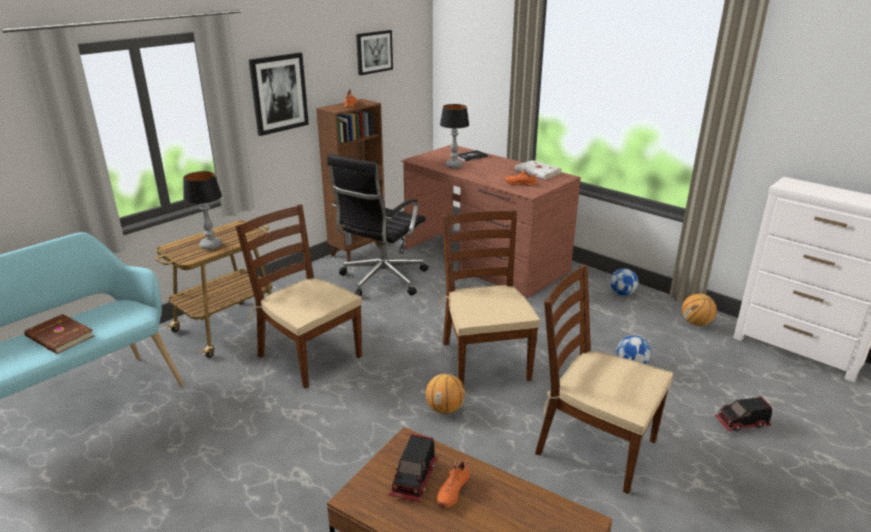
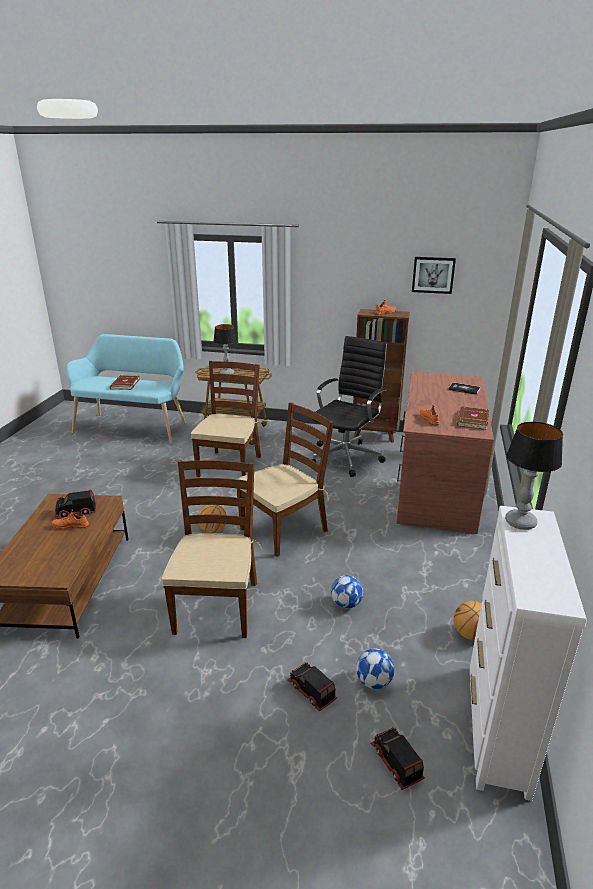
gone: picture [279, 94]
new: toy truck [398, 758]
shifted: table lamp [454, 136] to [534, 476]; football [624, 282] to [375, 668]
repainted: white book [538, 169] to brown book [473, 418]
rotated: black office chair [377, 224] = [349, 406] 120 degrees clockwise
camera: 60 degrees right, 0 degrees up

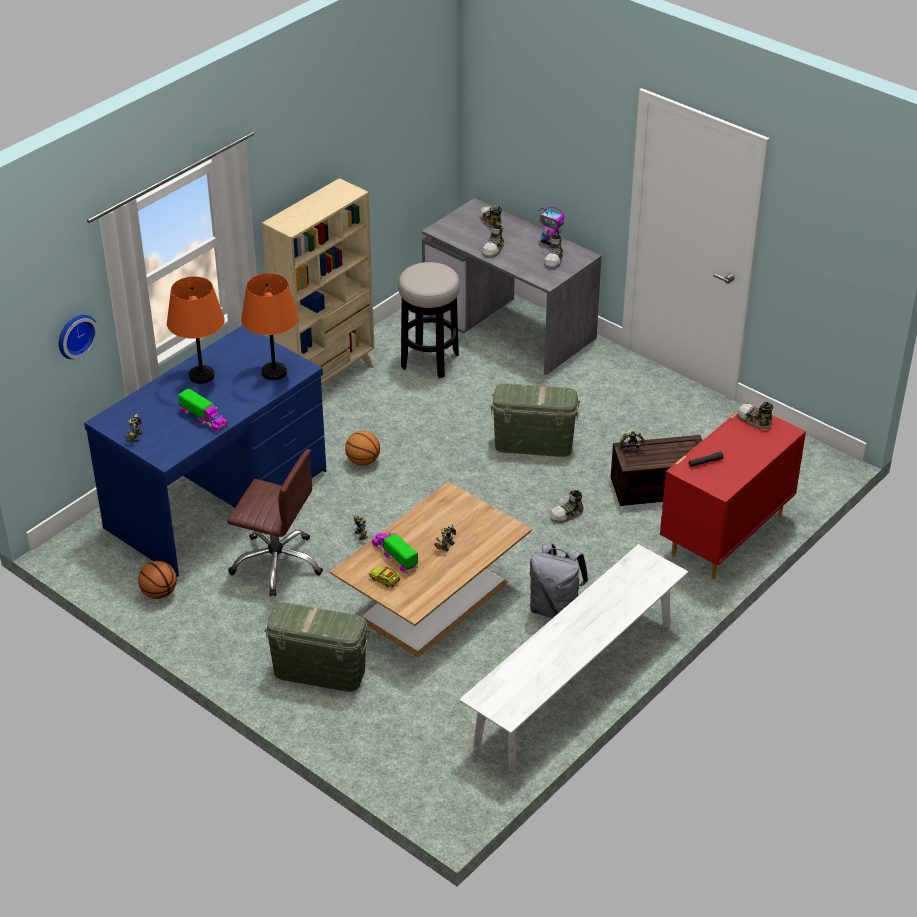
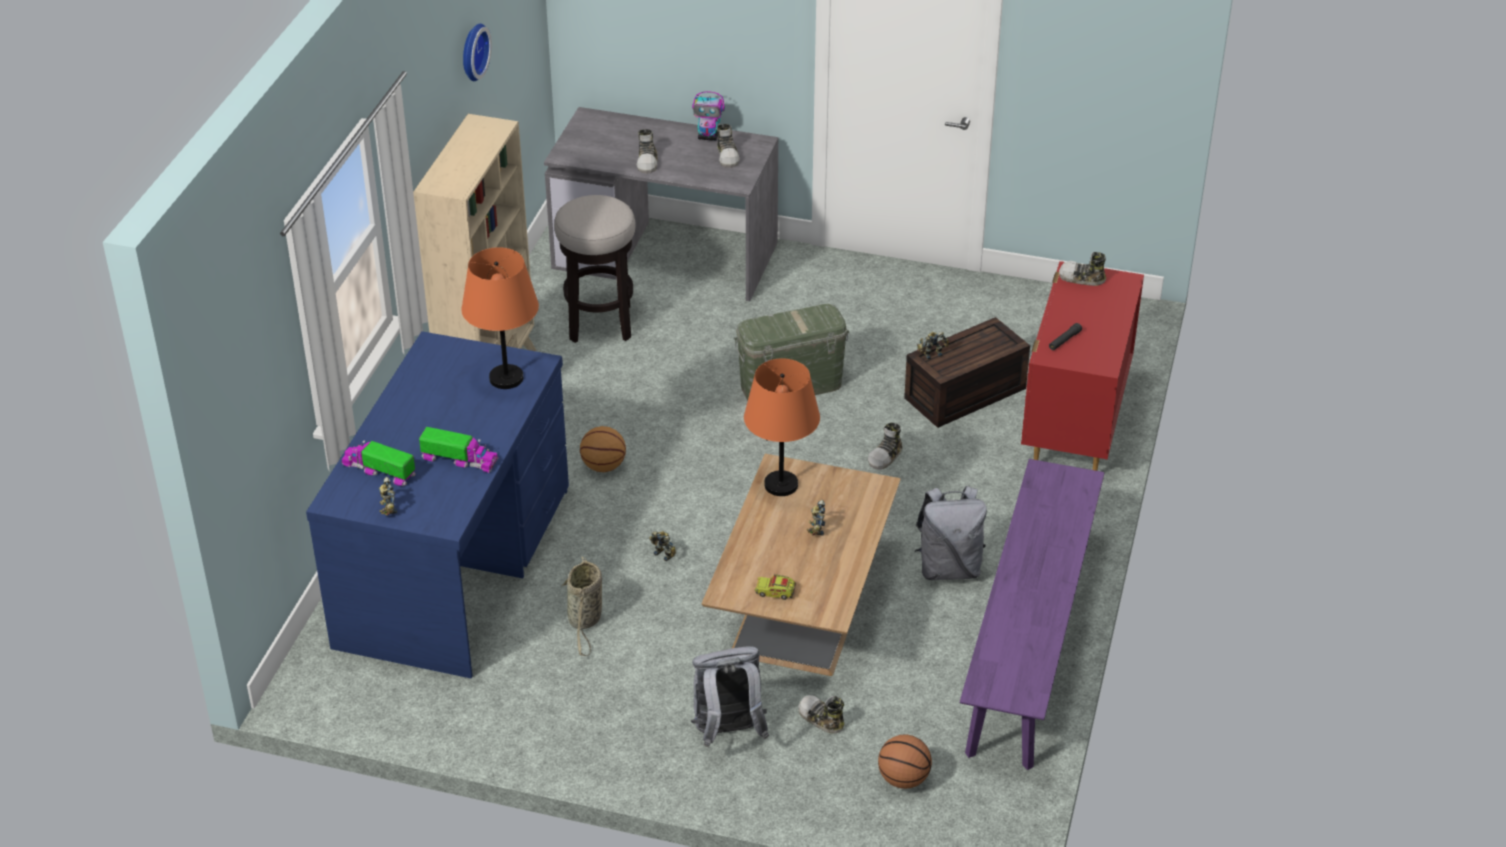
shifted: shoe [491, 216] to [821, 714]; orange table lamp [196, 330] to [782, 427]; wall clock [78, 336] to [477, 52]; toy truck [395, 552] to [379, 463]; basketball [157, 580] to [905, 761]
swapped: brown office chair [275, 522] to basket [581, 606]; green storage box [317, 647] to grey backpack [730, 697]
repainted: white bench [573, 657] to purple bench [1032, 614]
camera: 25 degrees left, 0 degrees up

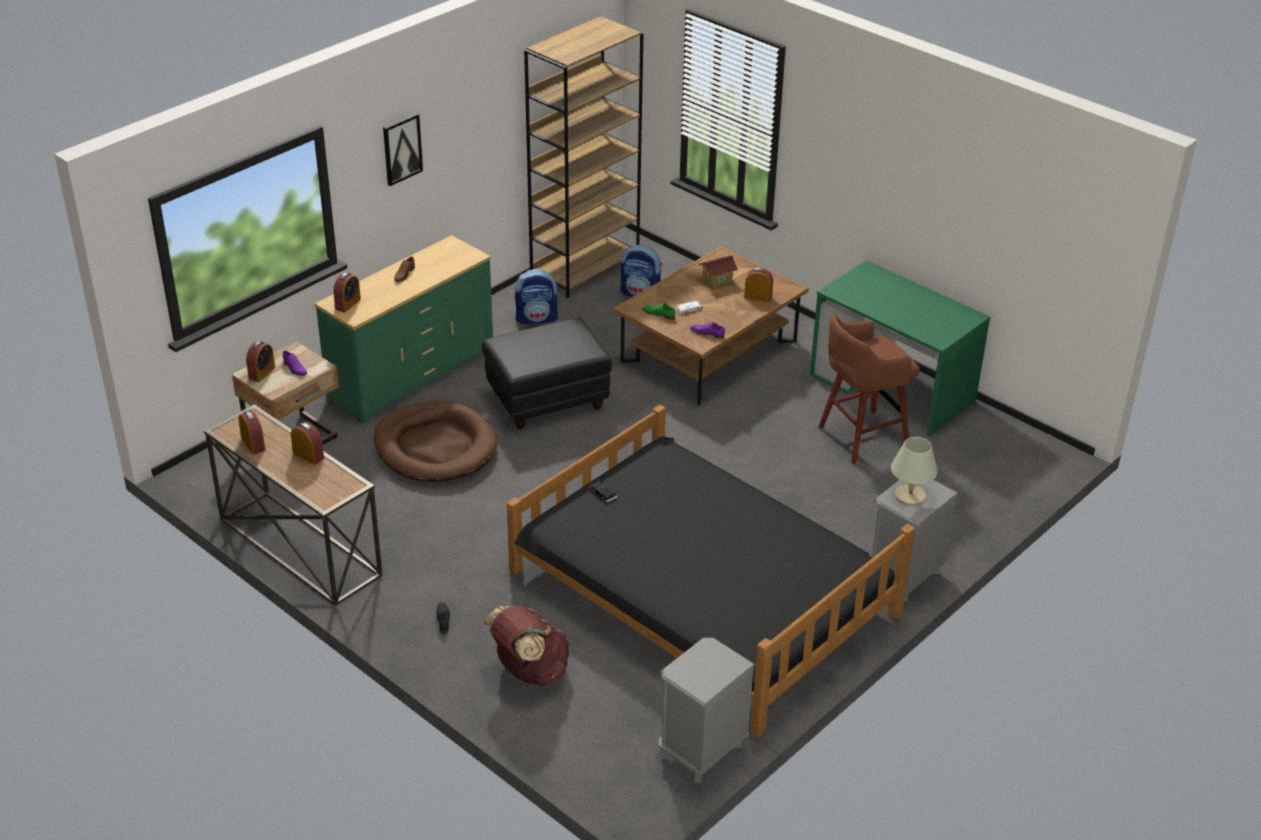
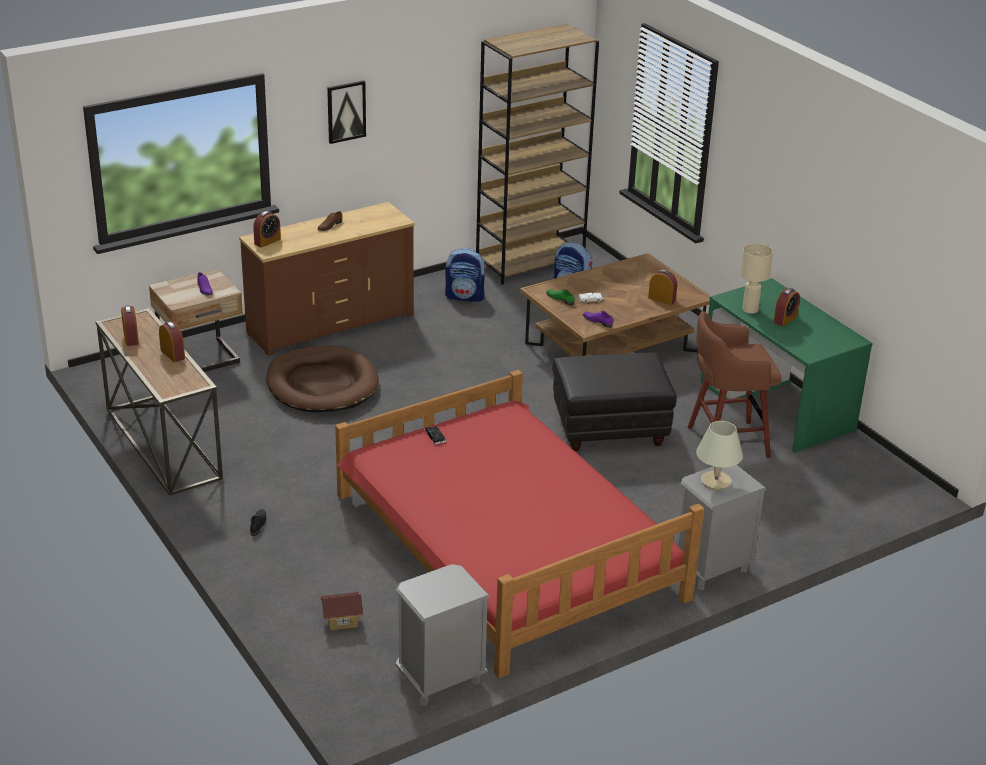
gone: brown backpack [526, 646]
new: beige table lamp [756, 278]
shifted: toy house [718, 271] to [342, 611]; black ottoman [547, 373] to [614, 401]; alarm clock [260, 361] to [786, 307]
repainted: green dresser [404, 329] to brown dresser [327, 279]; black bed [711, 570] to red bed [519, 524]
camera: 15 degrees right, 5 degrees down

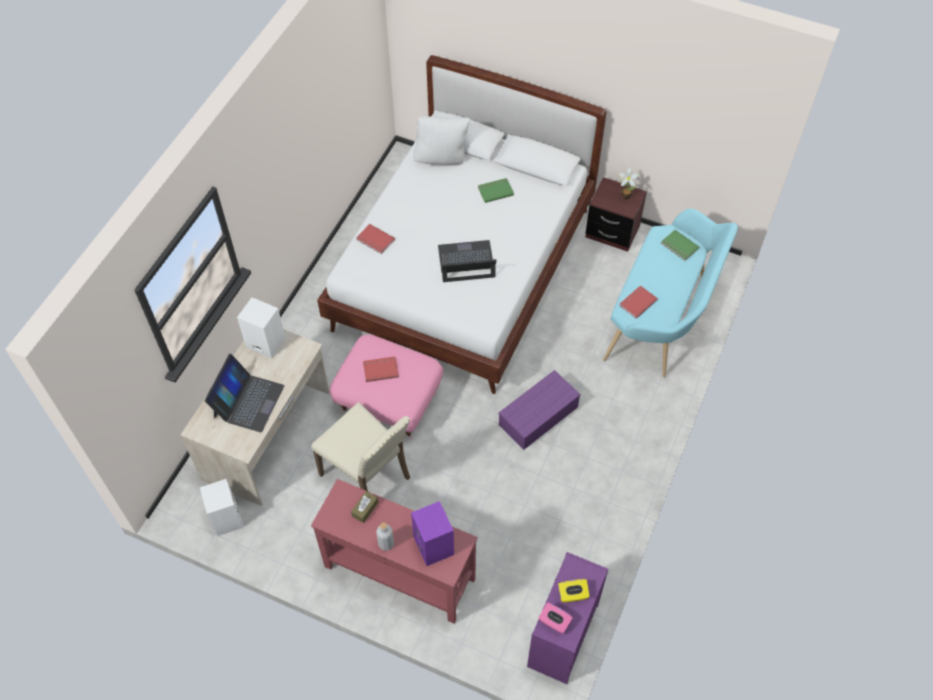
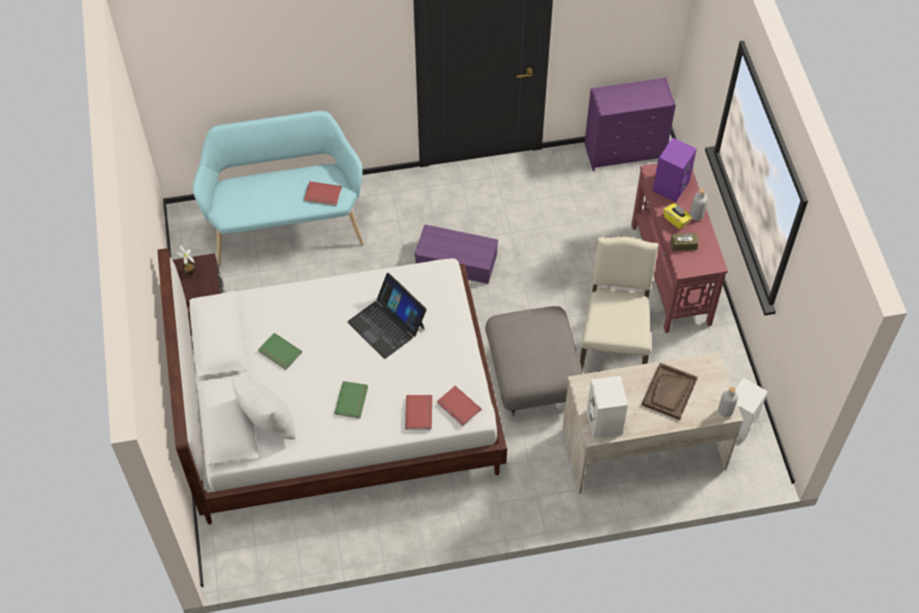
gone: pink tissue box [556, 617]
new: grey bottle [728, 402]
shifted: green book [680, 245] to [351, 400]; red book [381, 369] to [459, 406]; yellow tissue box [574, 591] to [677, 216]
swapped: laptop [244, 393] to brown tray [670, 391]
repainted: pink ottoman [386, 386] to grey ottoman [534, 361]
camera: 125 degrees left, 0 degrees up

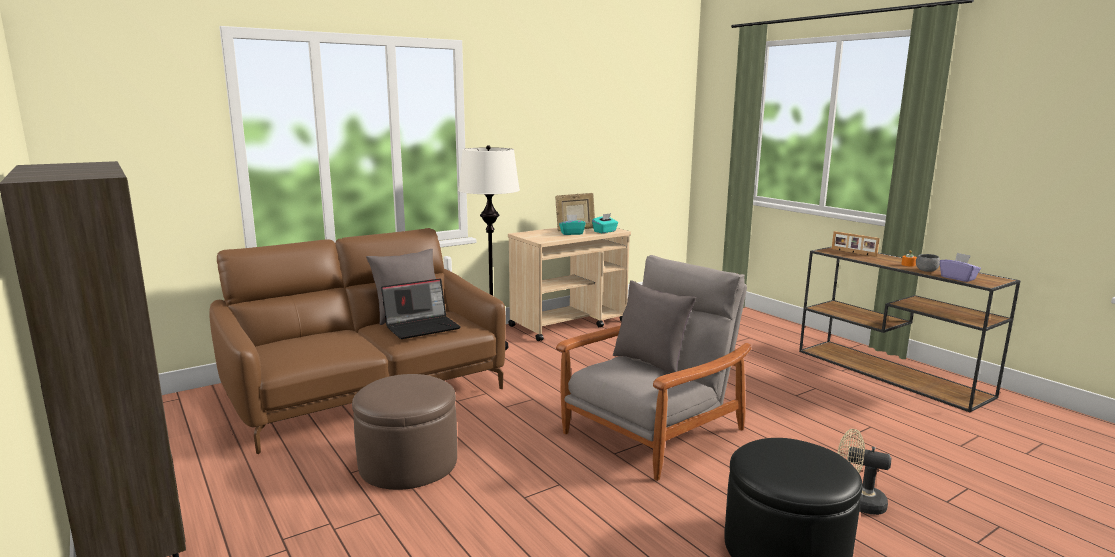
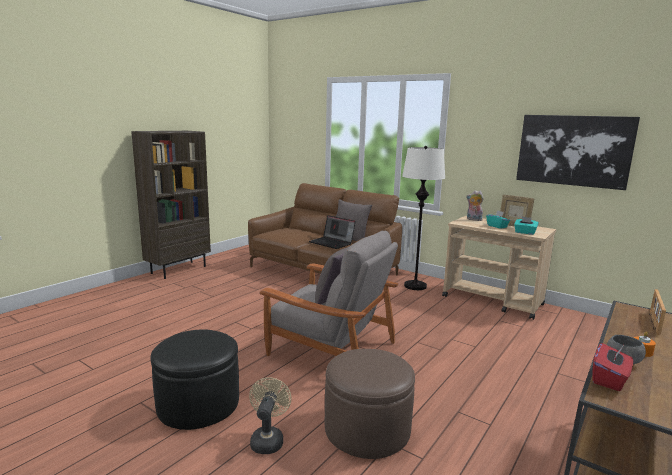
new: picture [578, 152]; plush toy [475, 205]
shifted: brown ottoman [404, 432] to [370, 404]
repainted: purple tissue box [960, 267] to red tissue box [612, 367]
camera: 70 degrees right, 0 degrees up

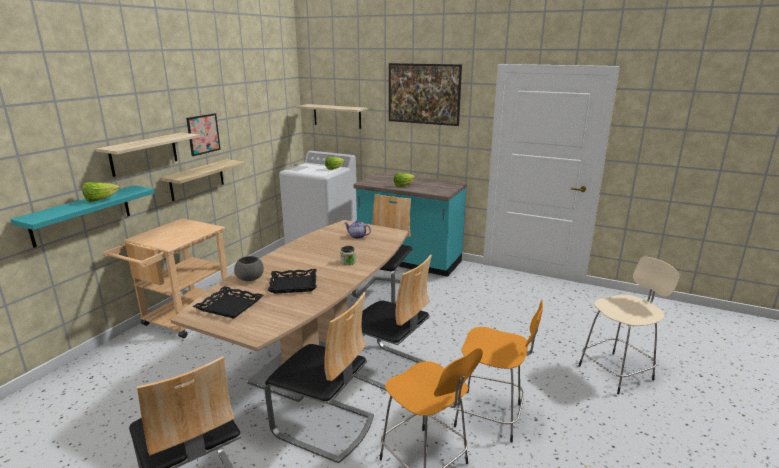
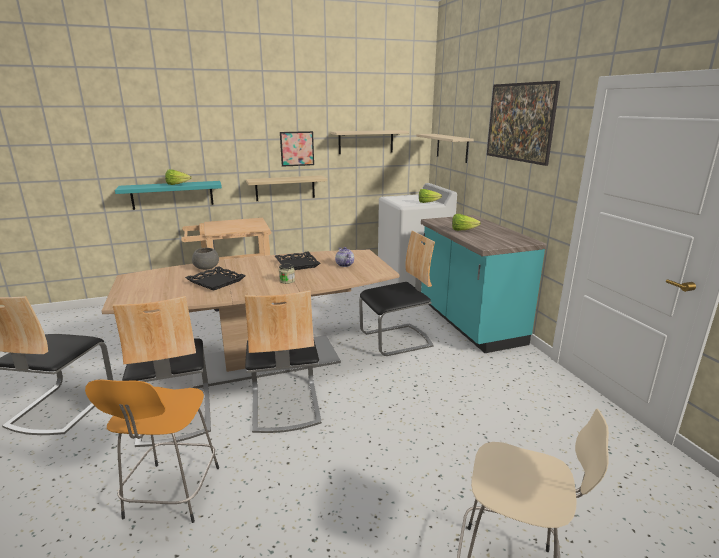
gone: orange stool [498, 370]
shifted: shelf [148, 155] to [369, 142]; black tray [228, 302] to [297, 261]
camera: 45 degrees right, 0 degrees up

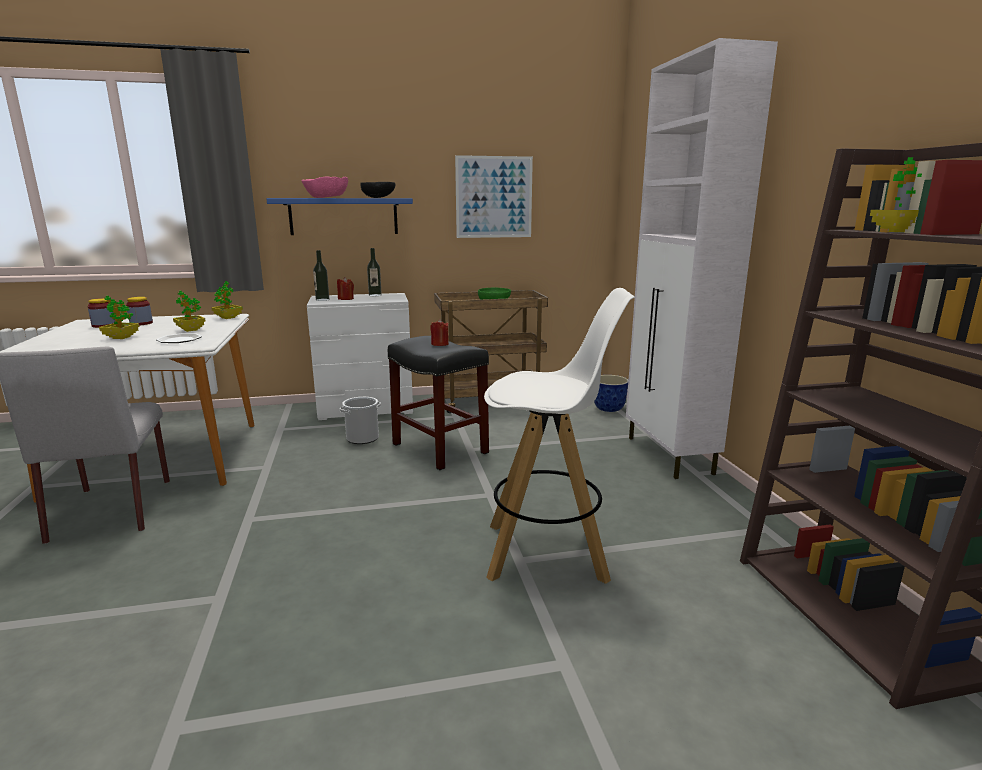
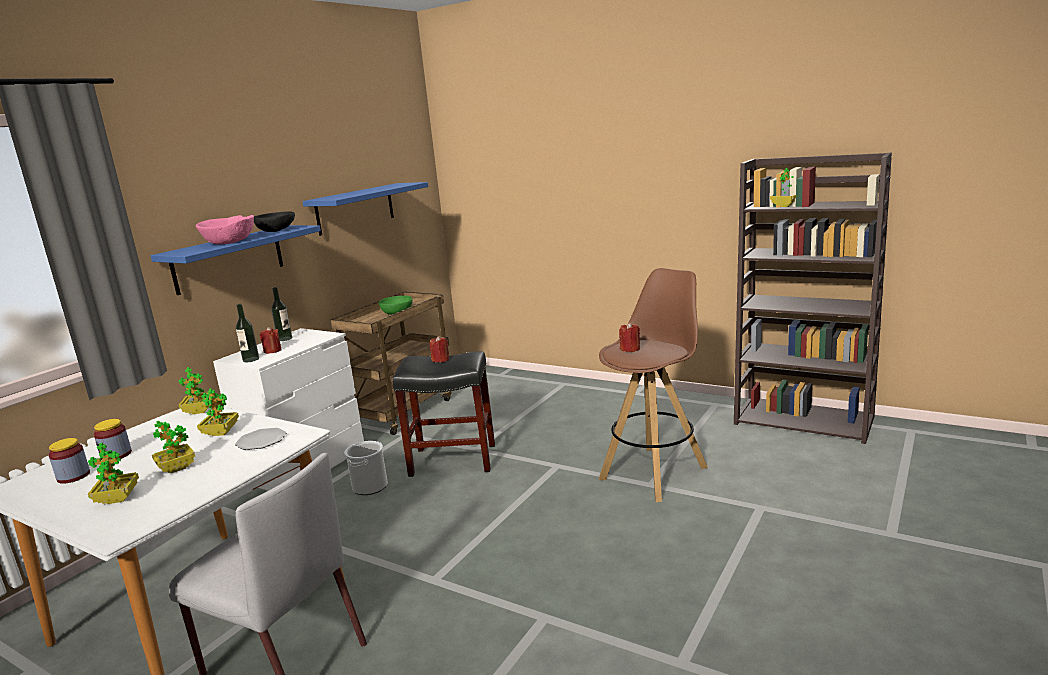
gone: white cabinet [702, 258]; planter [611, 393]
new: red candle [629, 337]; potted plant [113, 473]
swapped: picture [494, 196] to blue shelf [365, 209]
repainted: white stool [559, 436] to brown stool [653, 385]
camera: 45 degrees left, 0 degrees up

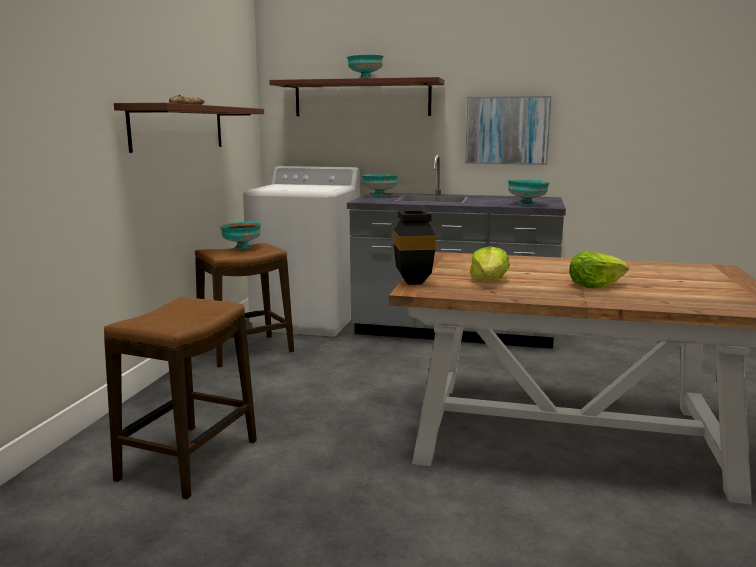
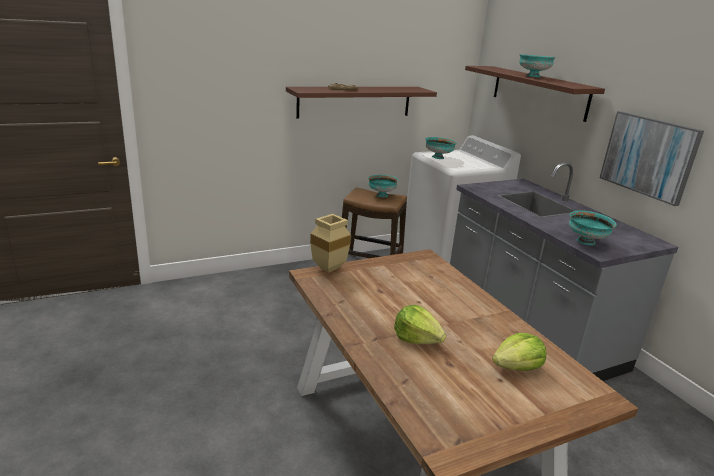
gone: stool [180, 398]
shifted: turquoise bowl [380, 185] to [441, 148]; lettuce [490, 263] to [519, 352]
repainted: black vase [414, 247] to beige vase [330, 243]
camera: 50 degrees right, 10 degrees up

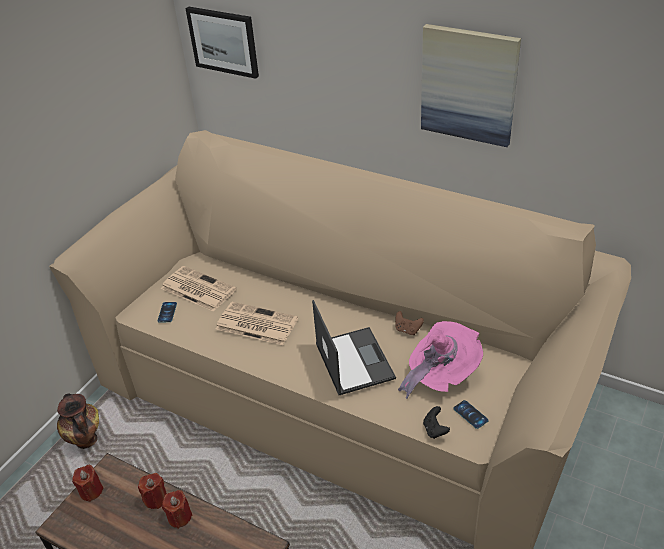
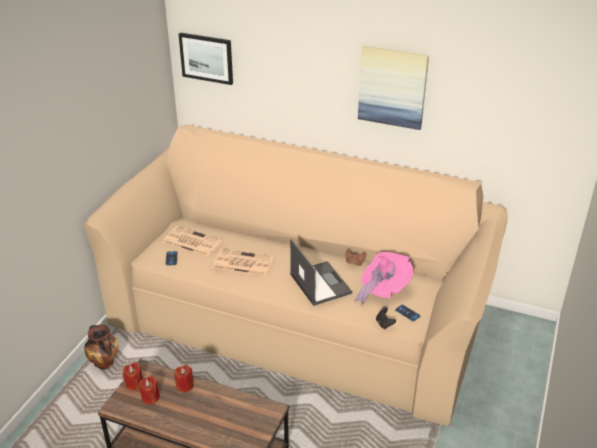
shifted: red candle [177, 509] to [149, 390]
camera: 10 degrees left, 5 degrees down

